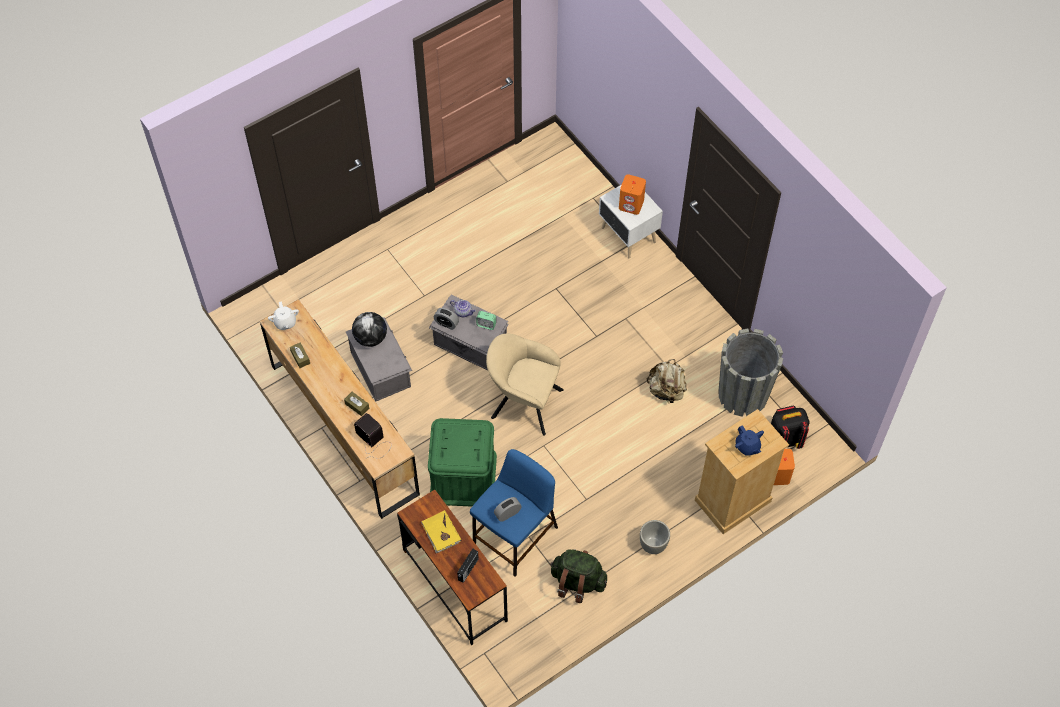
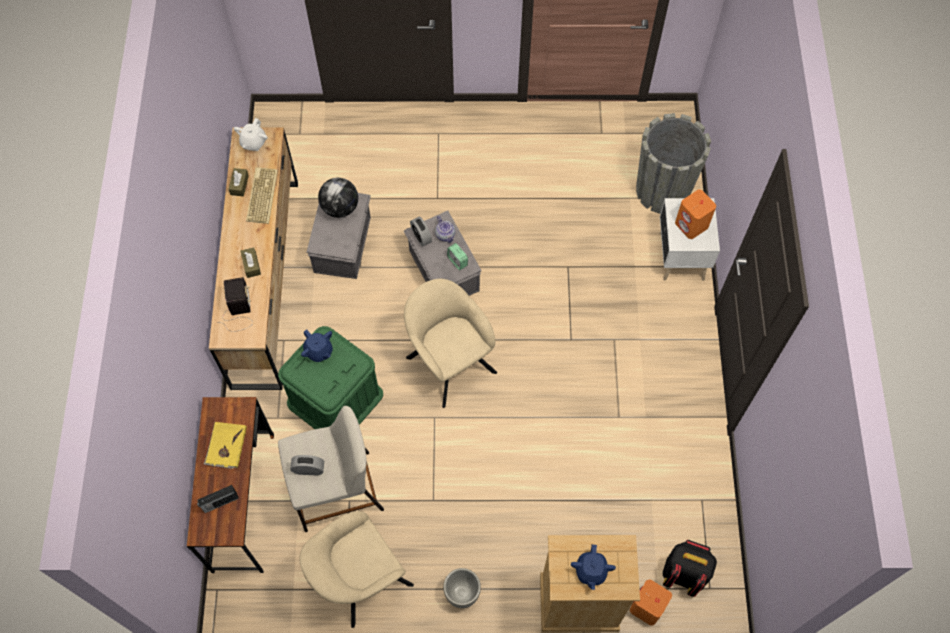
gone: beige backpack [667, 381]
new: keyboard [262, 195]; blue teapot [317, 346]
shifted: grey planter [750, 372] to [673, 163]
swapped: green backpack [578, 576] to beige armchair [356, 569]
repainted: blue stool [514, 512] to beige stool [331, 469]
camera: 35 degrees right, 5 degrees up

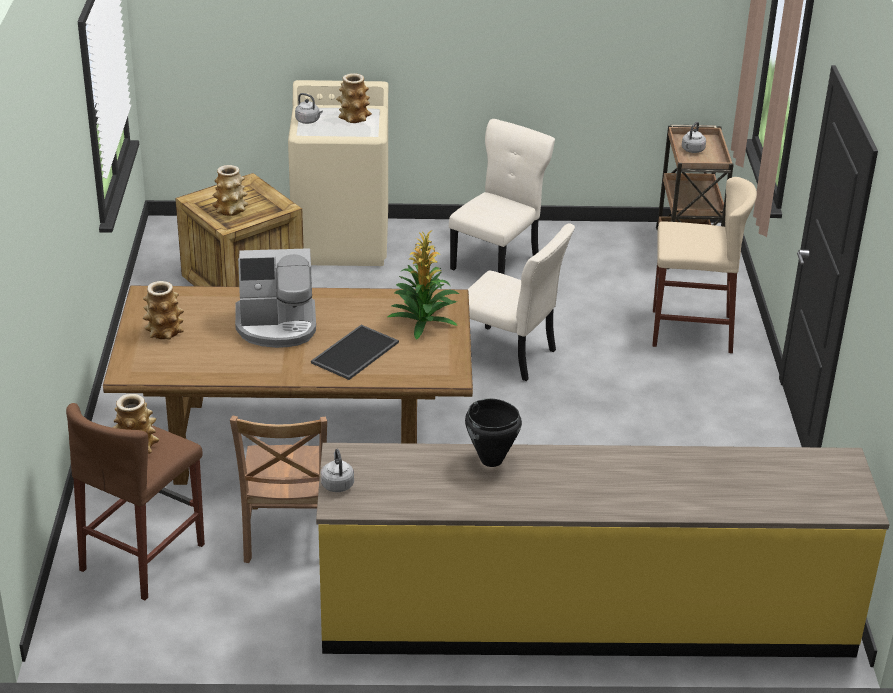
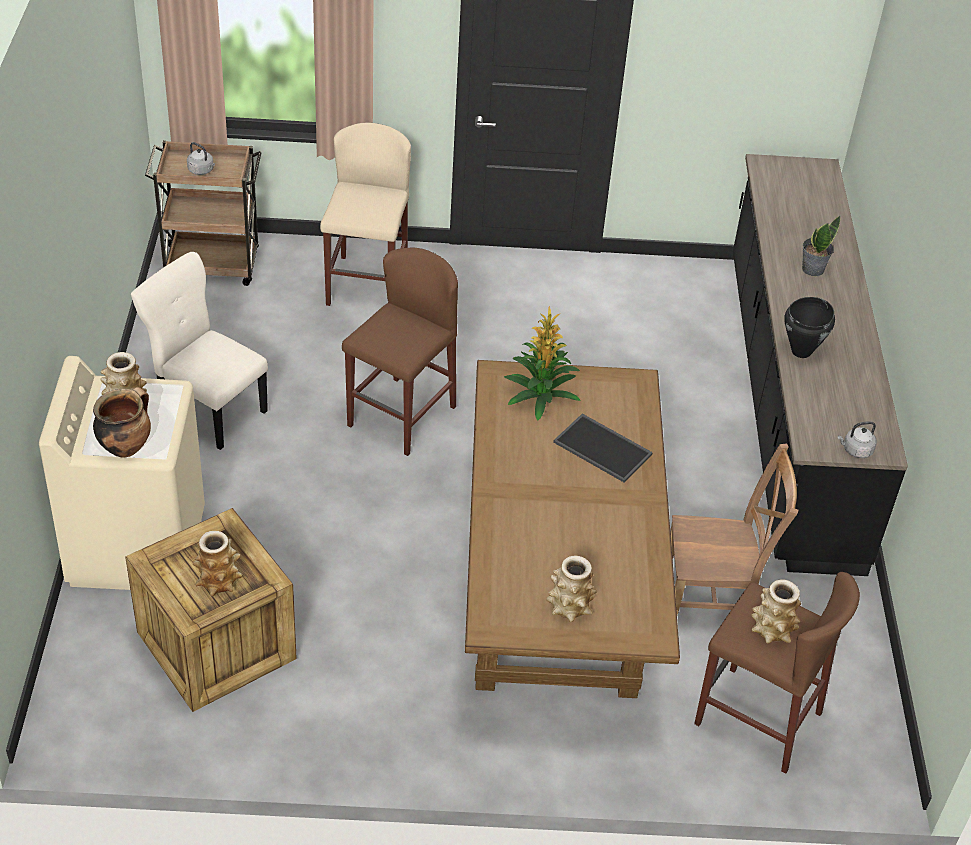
gone: coffee machine [275, 298]
new: potted plant [821, 246]
swapped: grey kettle [309, 108] to cooking pot [122, 422]; beige chair [521, 302] to brown stool [400, 352]
repainted: yellow counter [603, 550] to black counter [820, 365]
camera: 90 degrees left, 10 degrees up

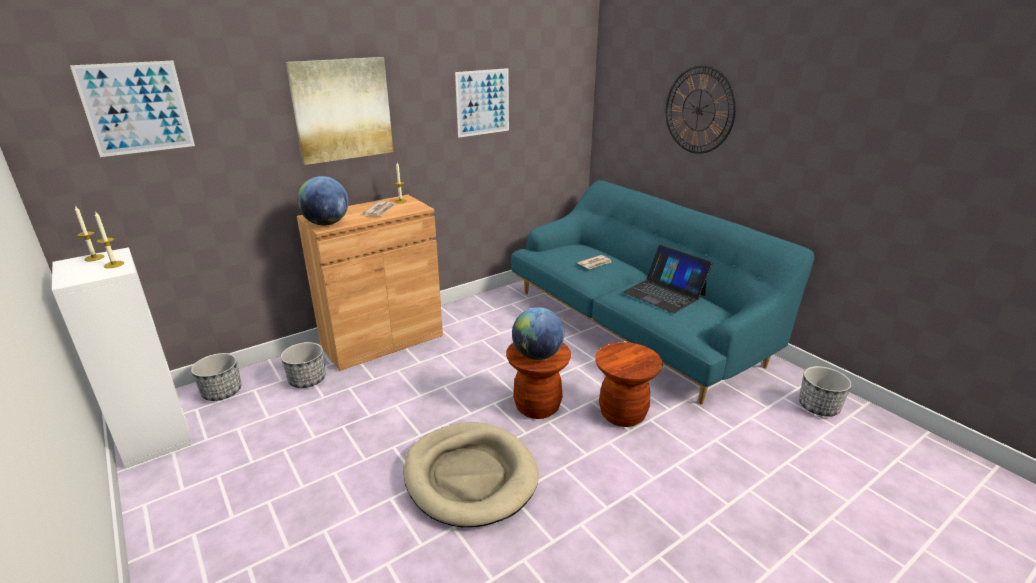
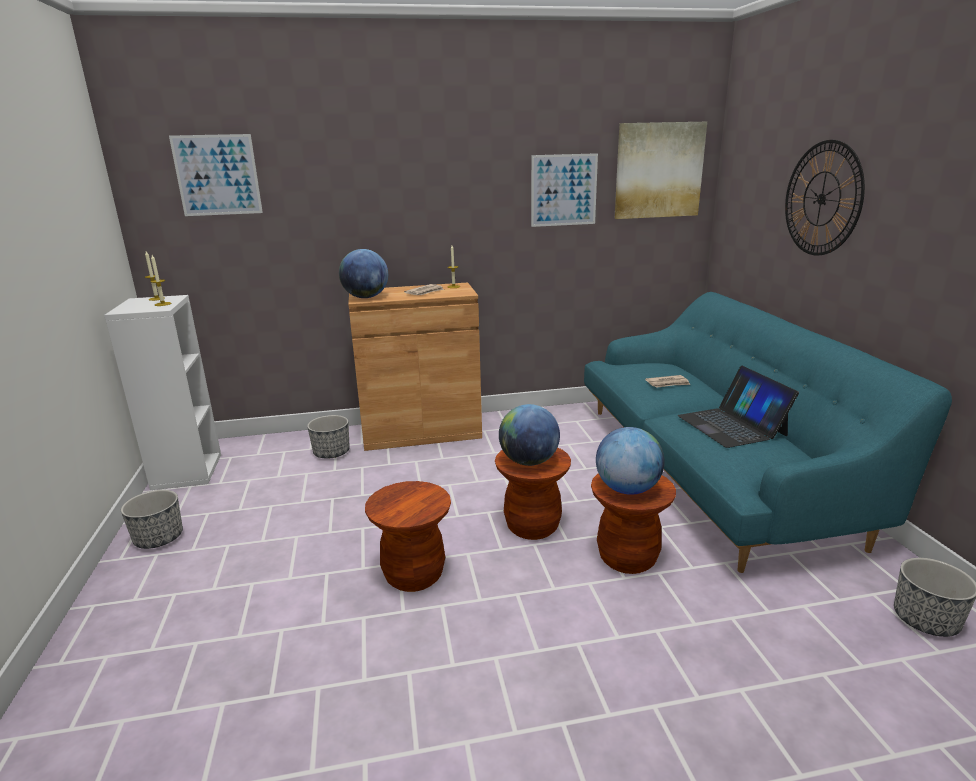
new: globe [630, 461]
shifted: picture [339, 111] to [660, 170]; planter [216, 377] to [152, 519]
swapped: beige dog bed [471, 474] to brown stool [408, 536]
camera: 25 degrees right, 5 degrees down

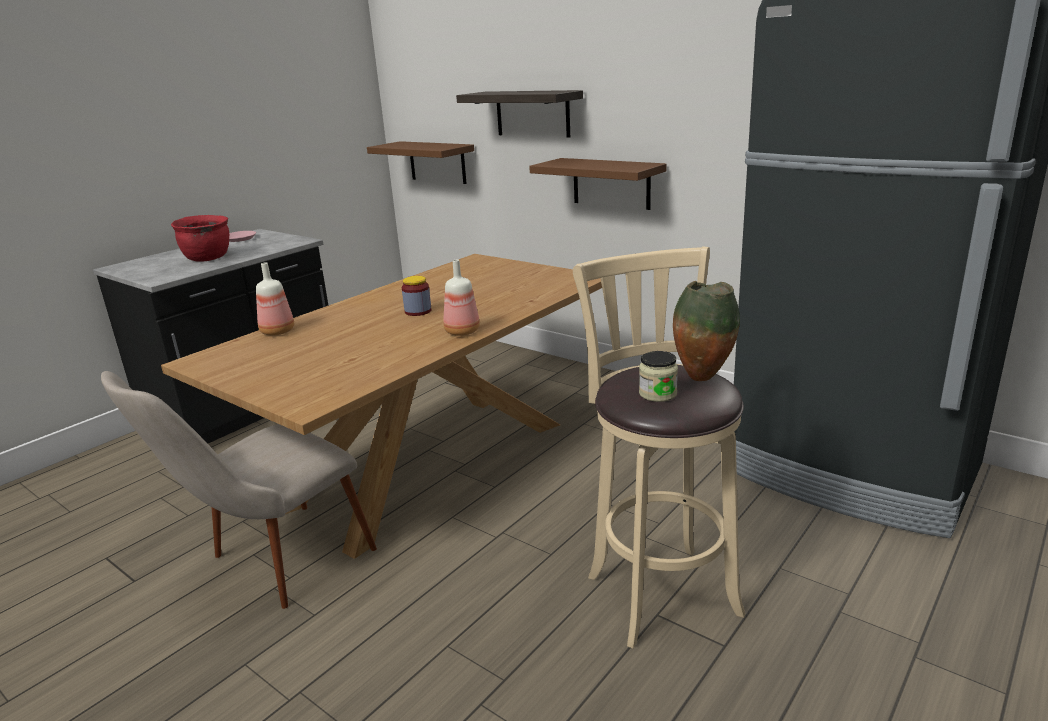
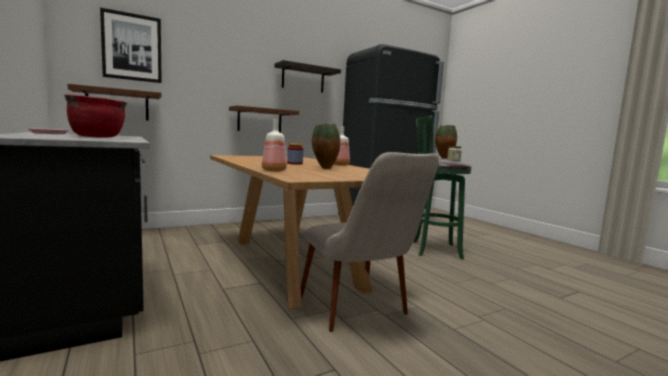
new: picture [131, 45]; vase [326, 146]
shifted: shelf [519, 114] to [307, 76]
repainted: beige stool [659, 447] to green stool [442, 187]
camera: 70 degrees left, 15 degrees down

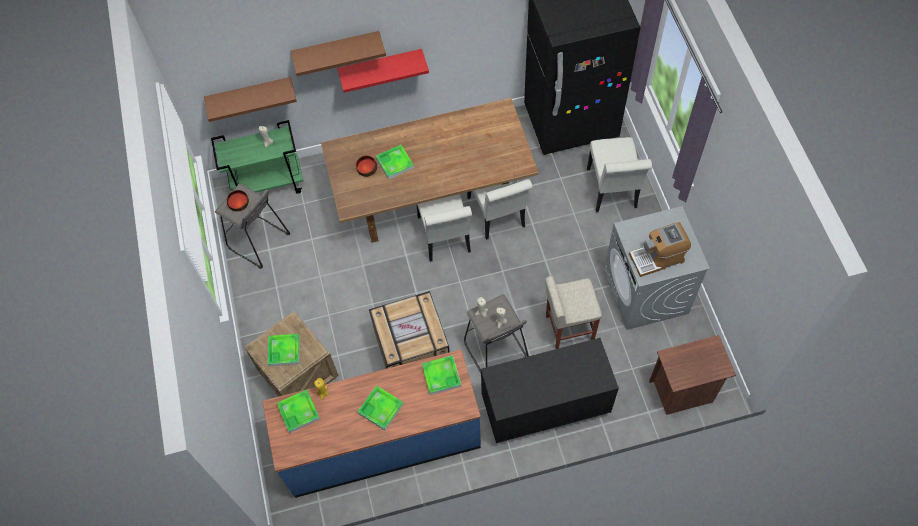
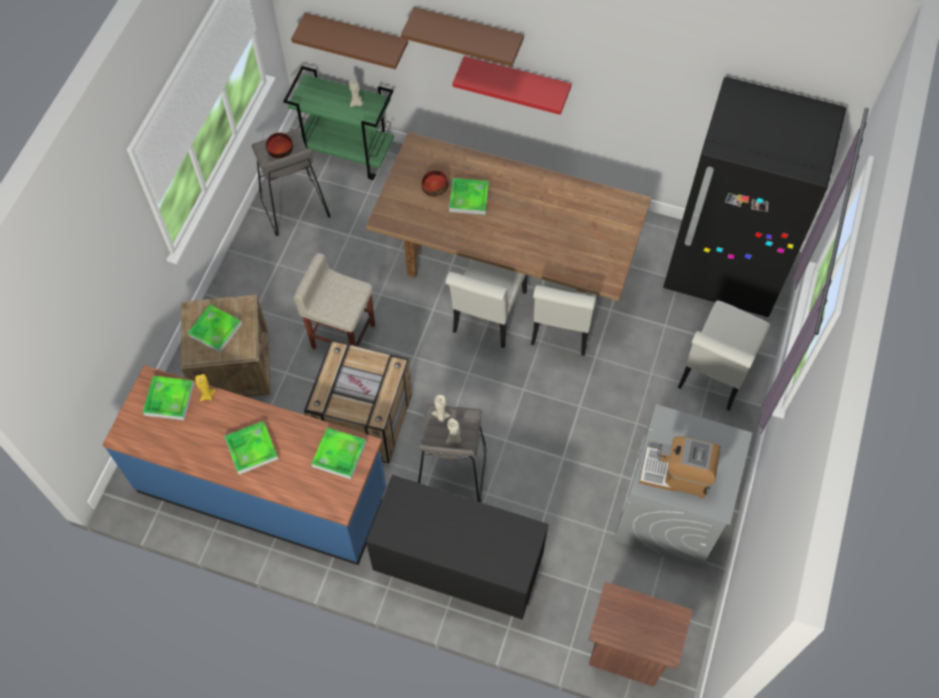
shifted: beige stool [573, 312] to [334, 301]
camera: 30 degrees right, 0 degrees up

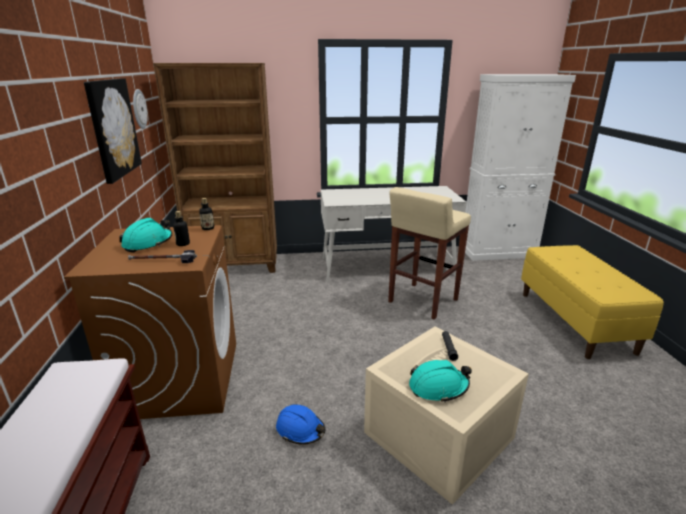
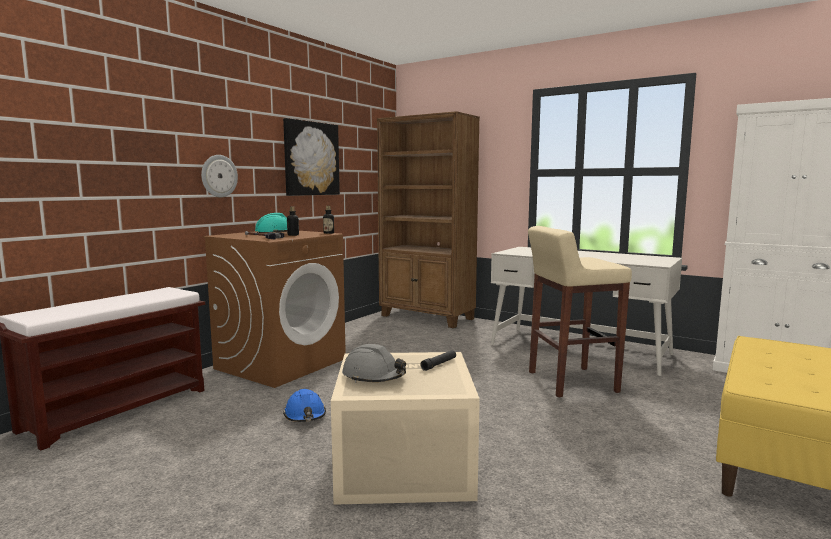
shifted: wall clock [140, 109] to [219, 176]
repainted: turquoise hard hat [440, 381] to grey hard hat [374, 363]
camera: 40 degrees right, 15 degrees down

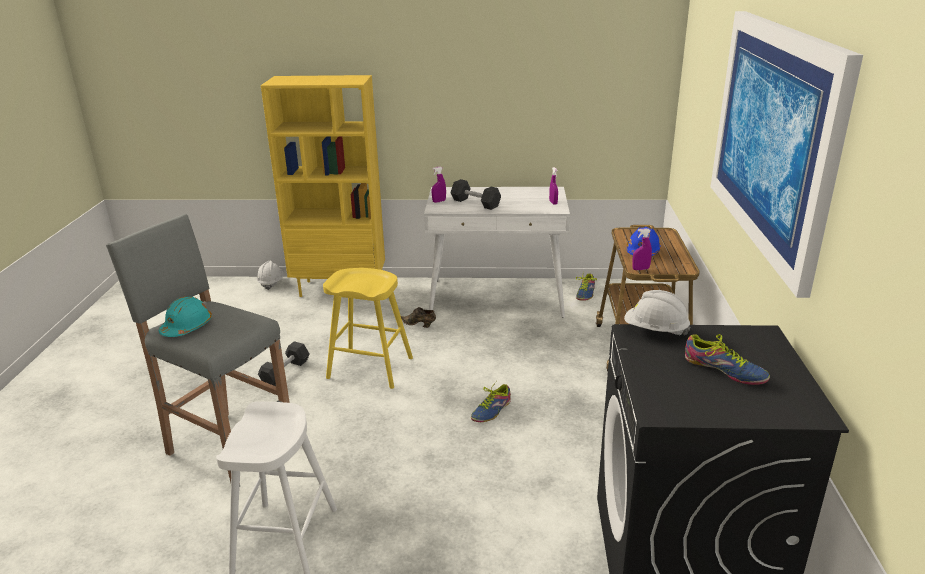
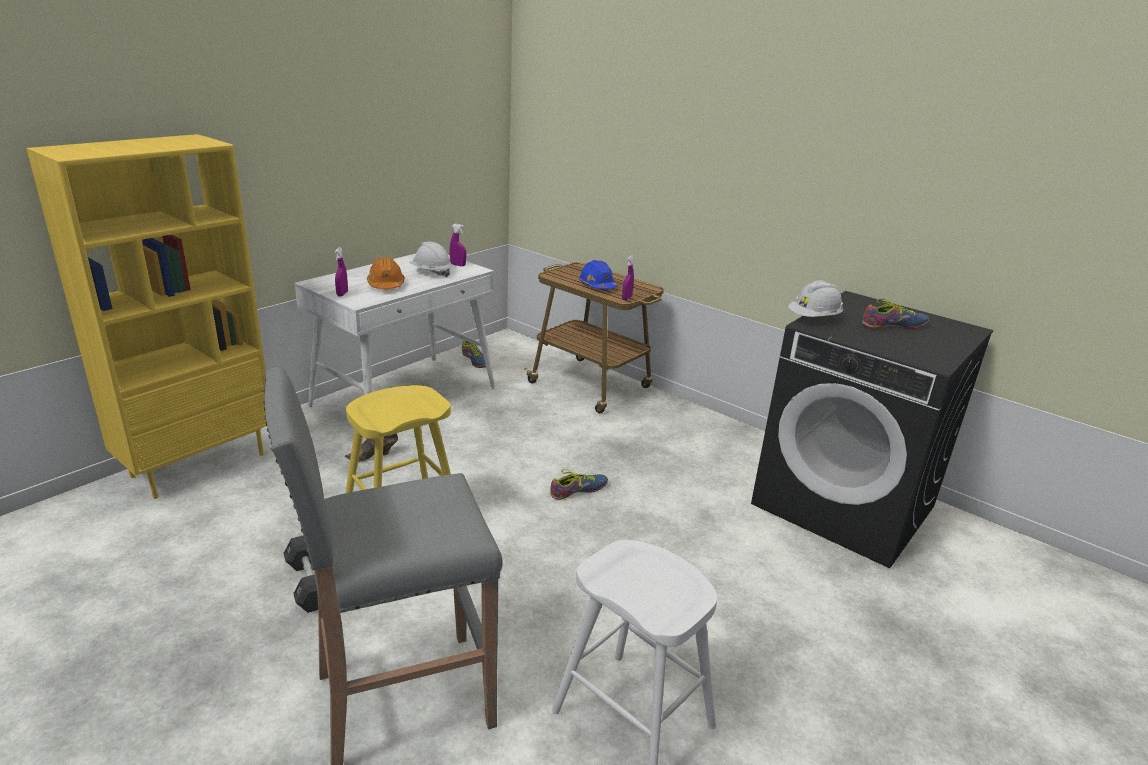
gone: picture [787, 154]; turquoise hard hat [185, 317]
shifted: white hard hat [270, 275] to [430, 259]
swapped: black dumbbell [476, 194] to orange hard hat [386, 273]
rotated: shoe [491, 402] = [579, 484] 105 degrees counterclockwise
camera: 55 degrees left, 0 degrees up

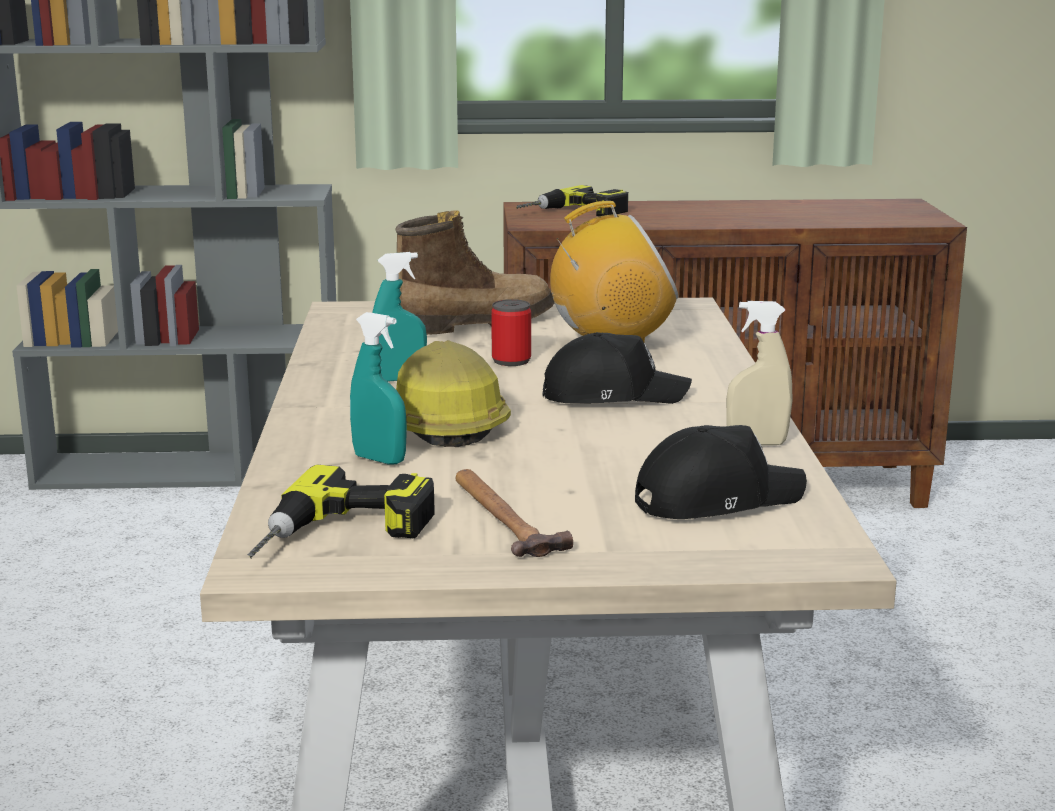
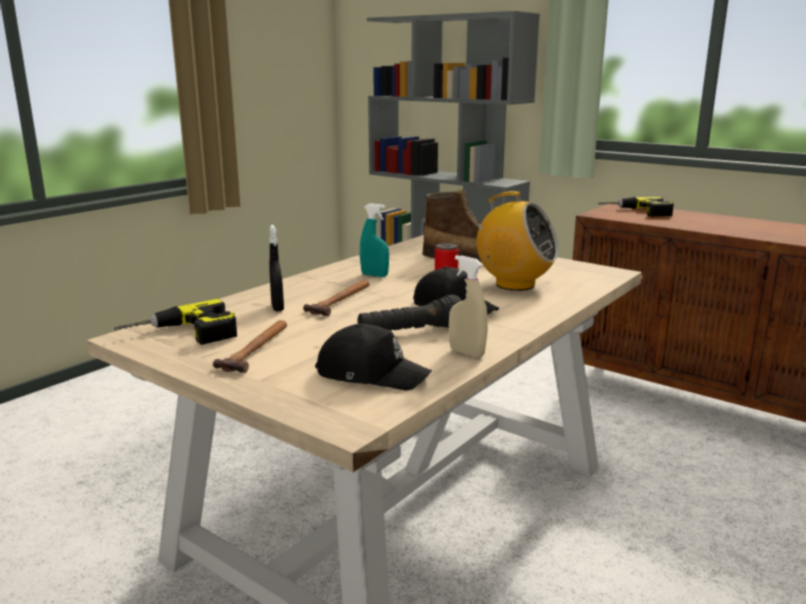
new: black flashlight [410, 312]
swapped: hard hat [453, 393] to hammer [336, 298]
repainted: turquoise spray bottle [378, 388] to black spray bottle [276, 268]
camera: 40 degrees right, 0 degrees up

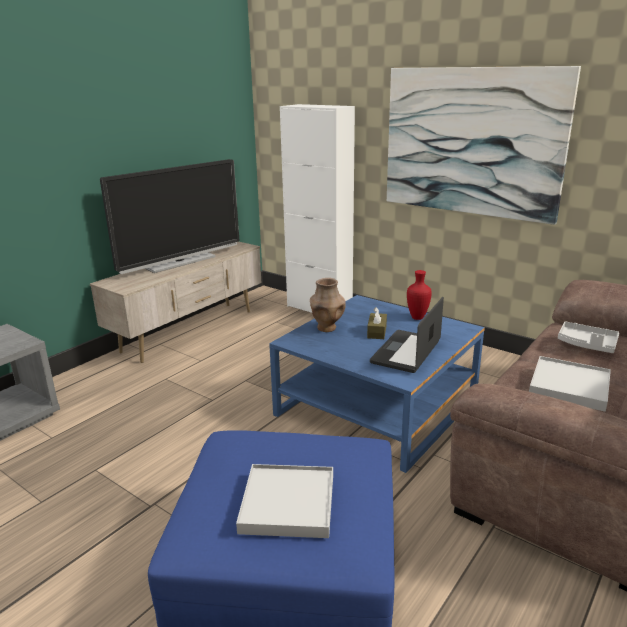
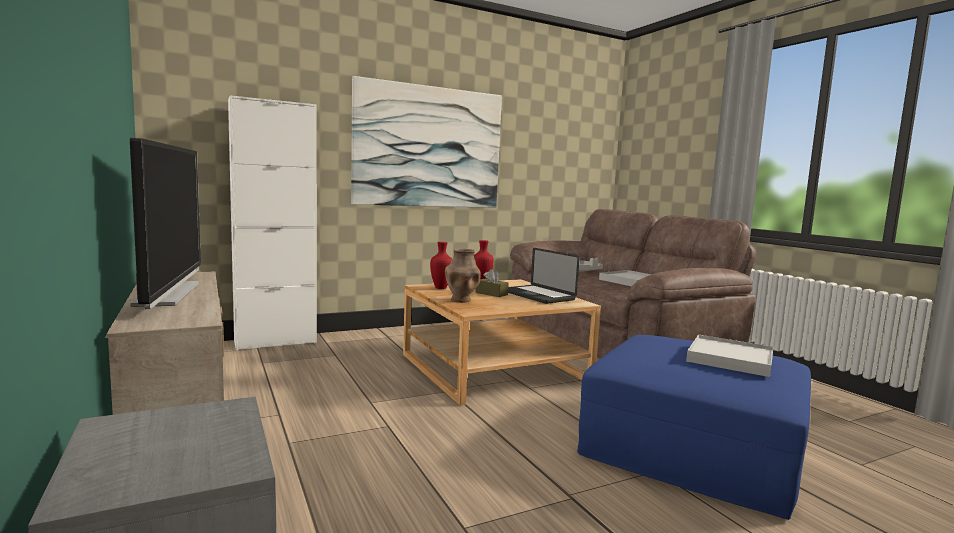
new: red vase [441, 265]
repainted: blue coffee table [377, 384] to beige coffee table [502, 342]
camera: 65 degrees left, 15 degrees down

